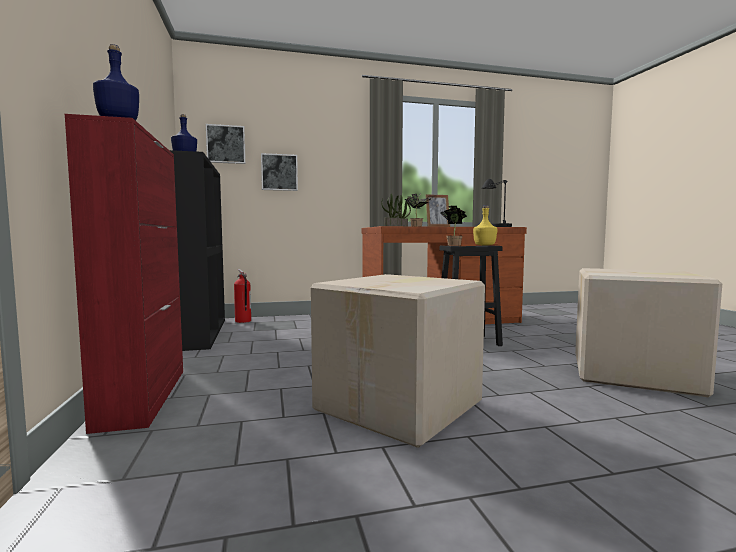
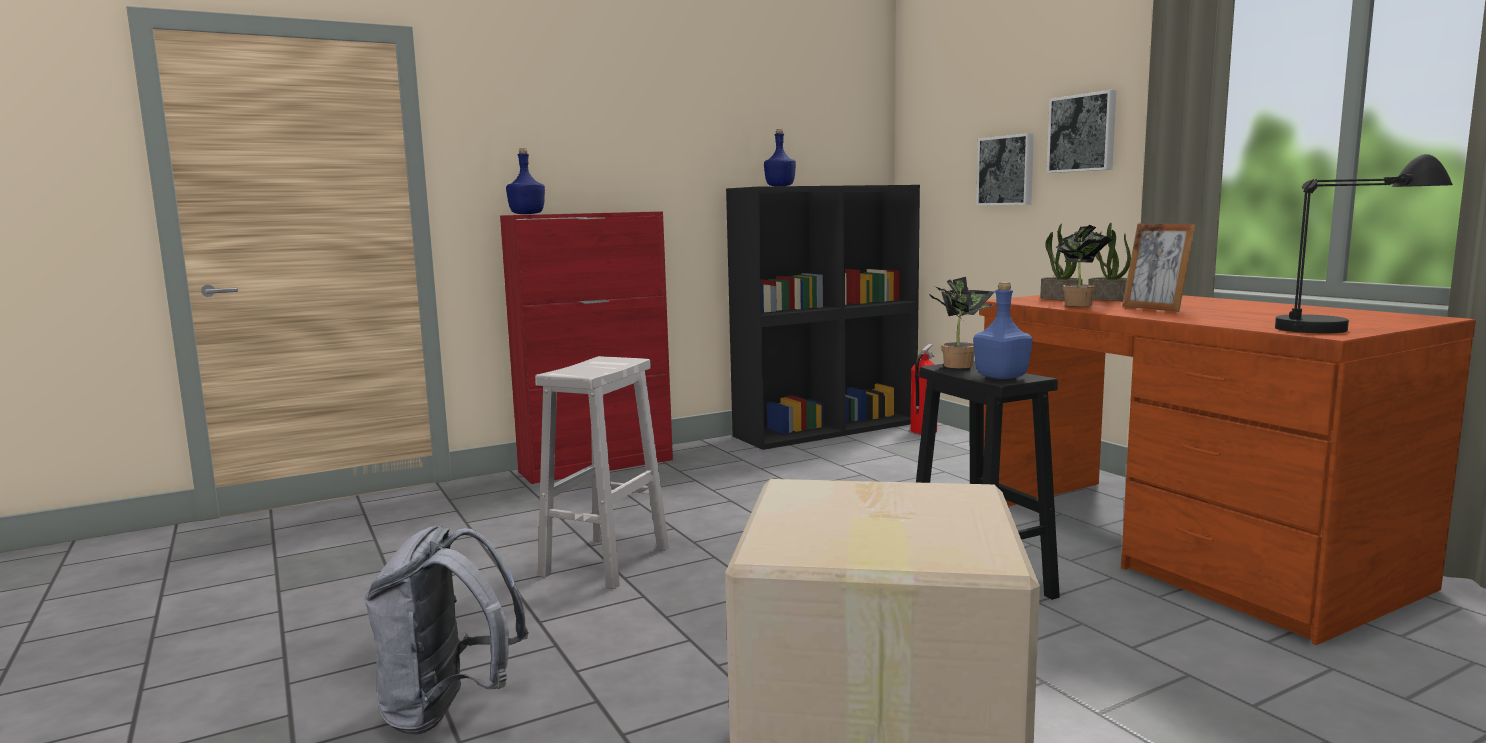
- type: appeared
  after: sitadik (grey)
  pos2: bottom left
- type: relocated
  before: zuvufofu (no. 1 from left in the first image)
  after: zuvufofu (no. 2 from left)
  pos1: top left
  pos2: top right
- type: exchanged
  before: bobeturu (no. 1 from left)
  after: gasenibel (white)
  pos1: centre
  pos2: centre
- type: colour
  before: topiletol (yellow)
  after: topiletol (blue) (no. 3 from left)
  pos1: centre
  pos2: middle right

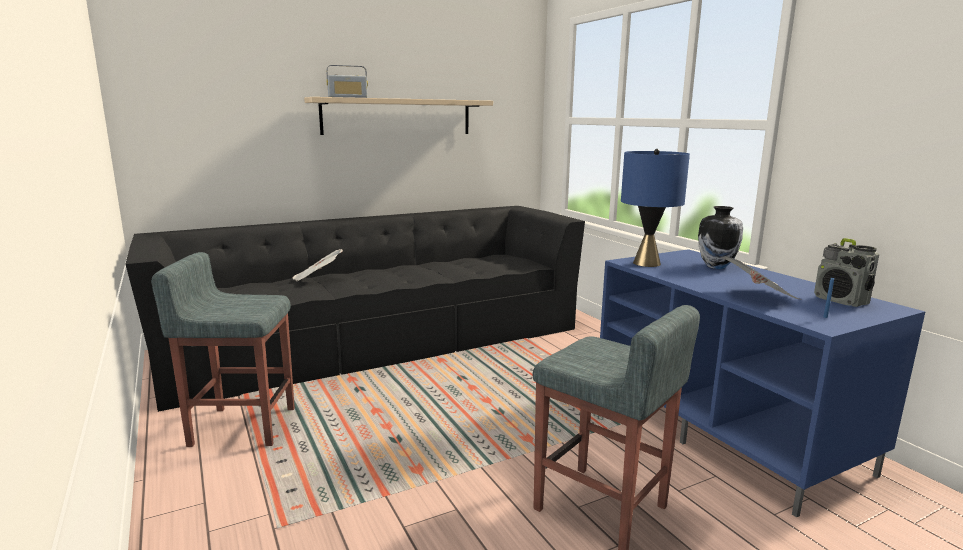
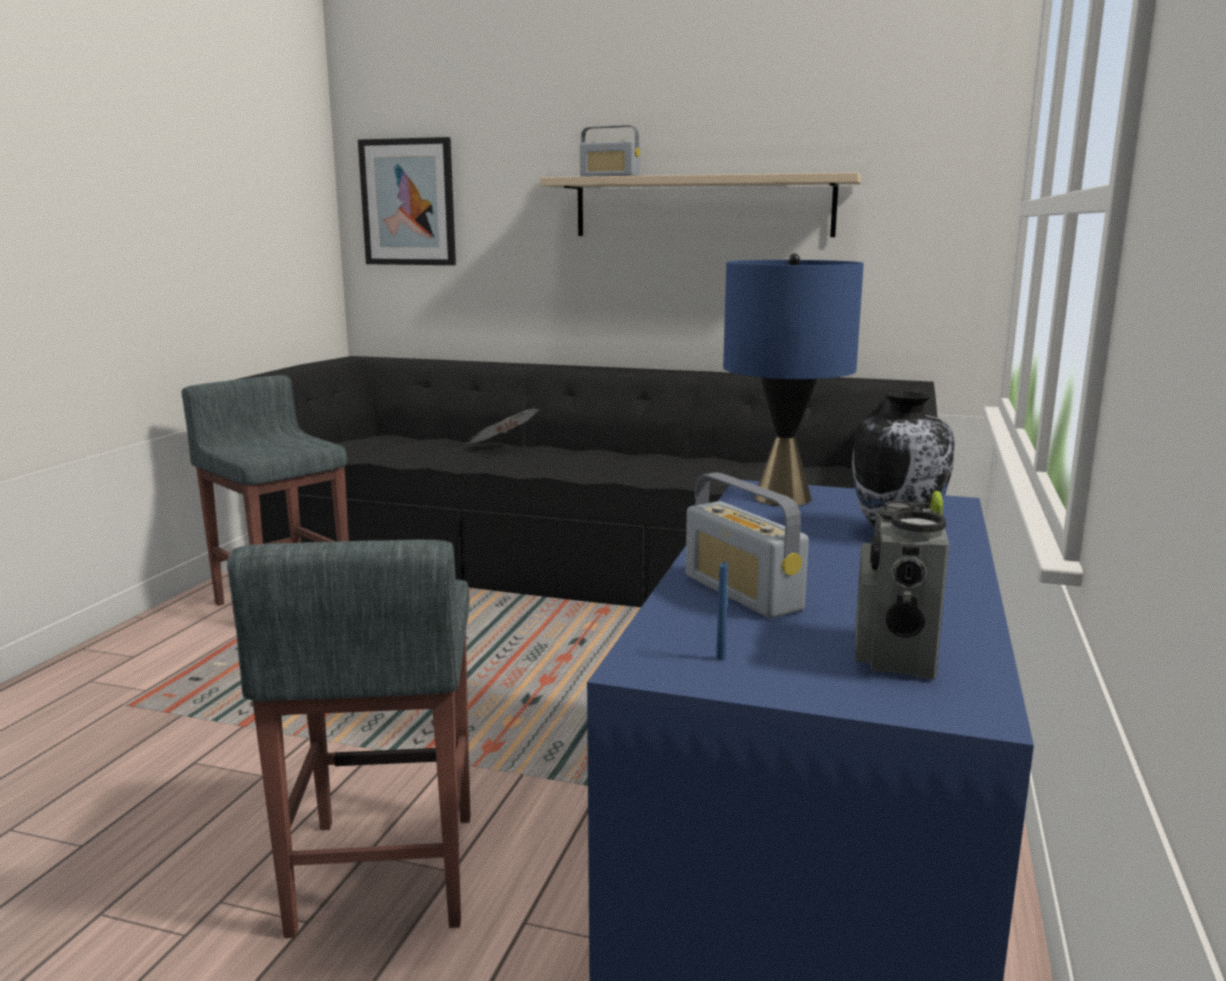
- type: appeared
  after: zuvufofu
  pos2: top left
- type: exchanged
  before: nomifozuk (no. 2 from left)
  after: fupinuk (no. 2 from left)
  pos1: middle right
  pos2: centre

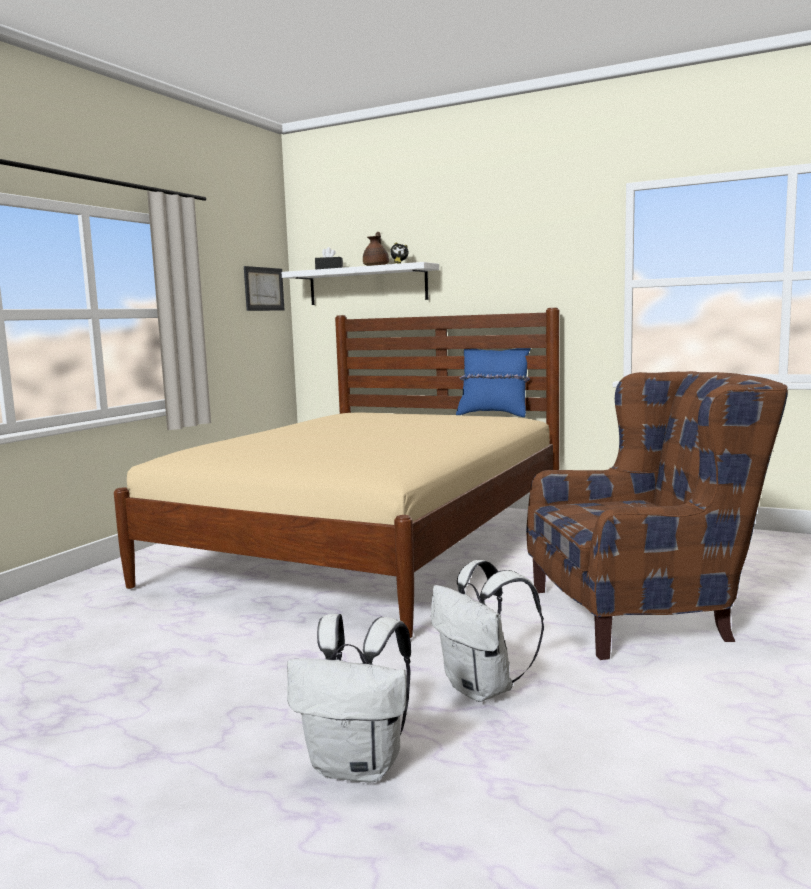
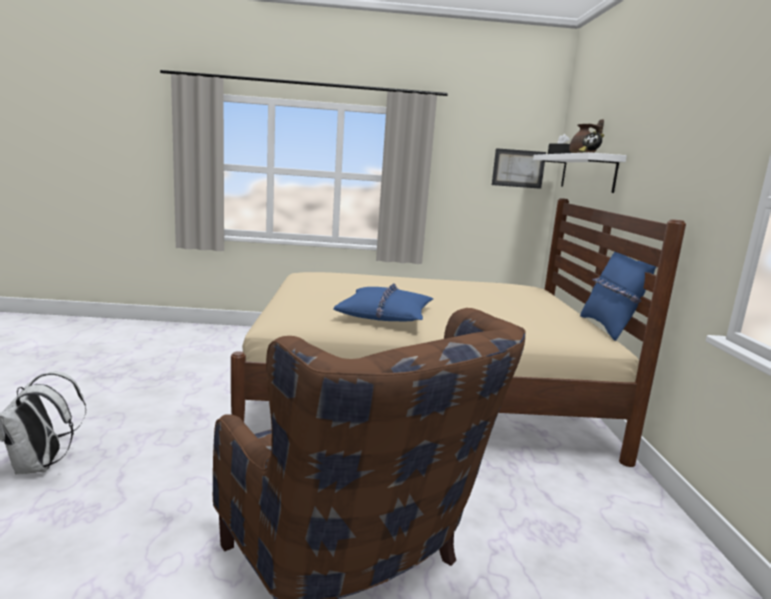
- type: missing
  before: sitadik (white) (no. 2 from left)
  pos1: bottom centre
- type: appeared
  after: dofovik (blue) (no. 1 from left)
  pos2: centre

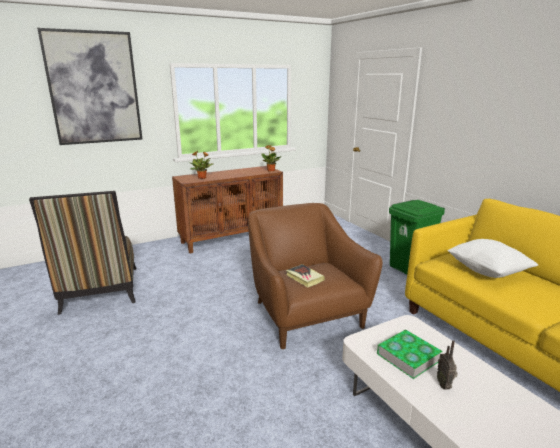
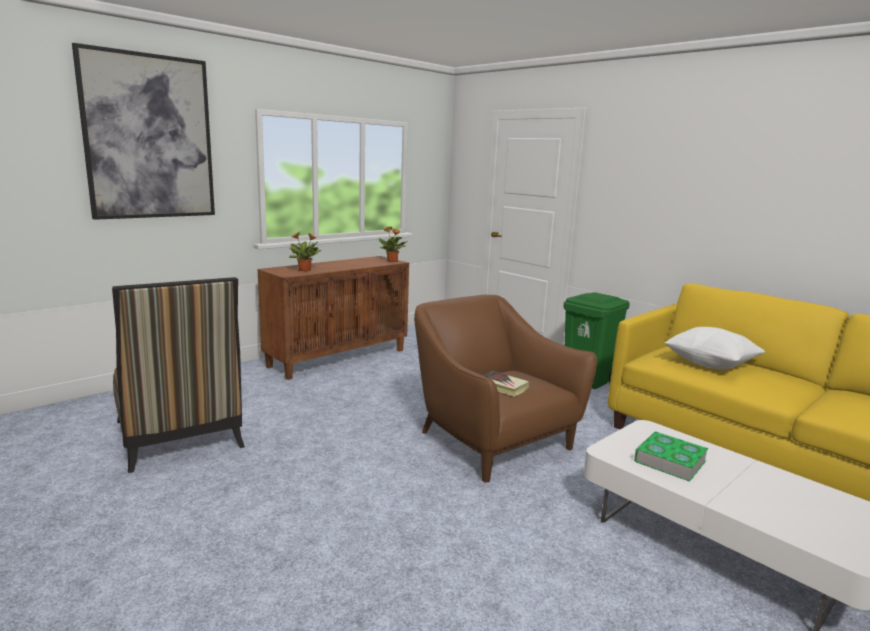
- type: missing
  before: fupinuk
  pos1: bottom right

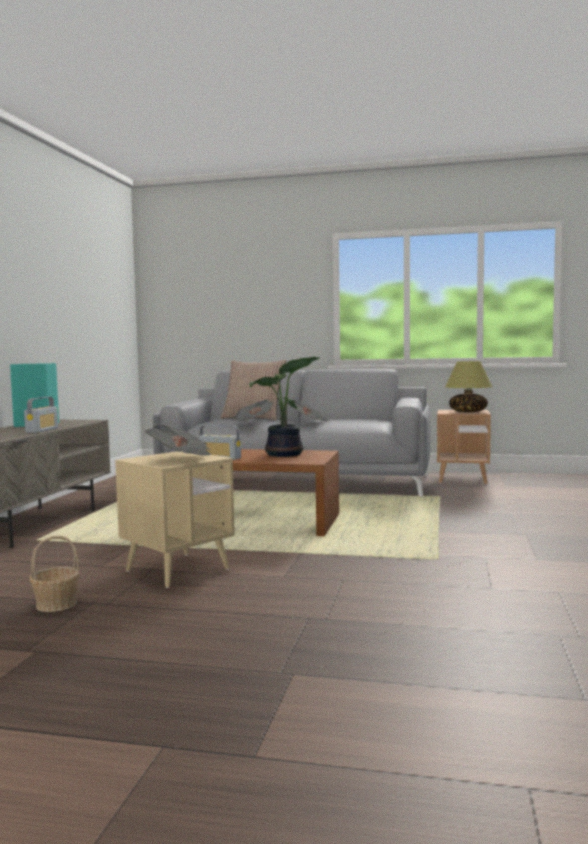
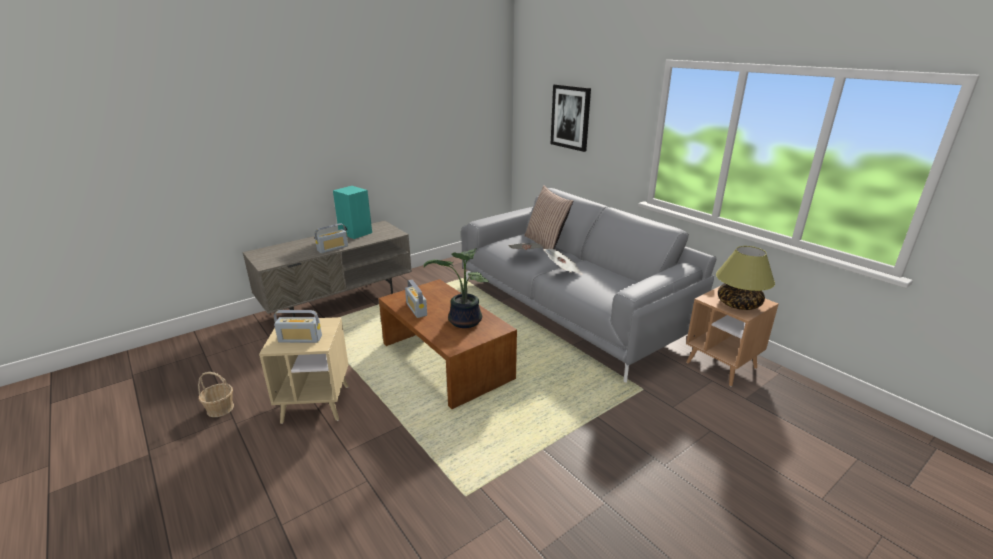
- type: appeared
  after: zuvufofu
  pos2: top centre
- type: exchanged
  before: nomifozuk (no. 1 from left)
  after: fupinuk (no. 1 from left)
  pos1: middle left
  pos2: middle left

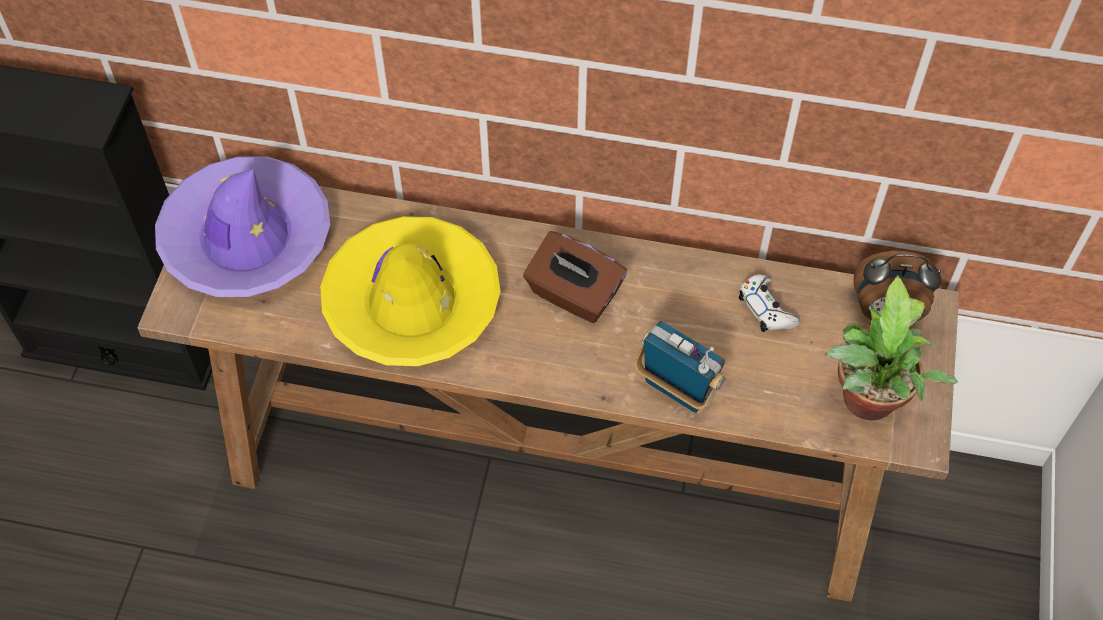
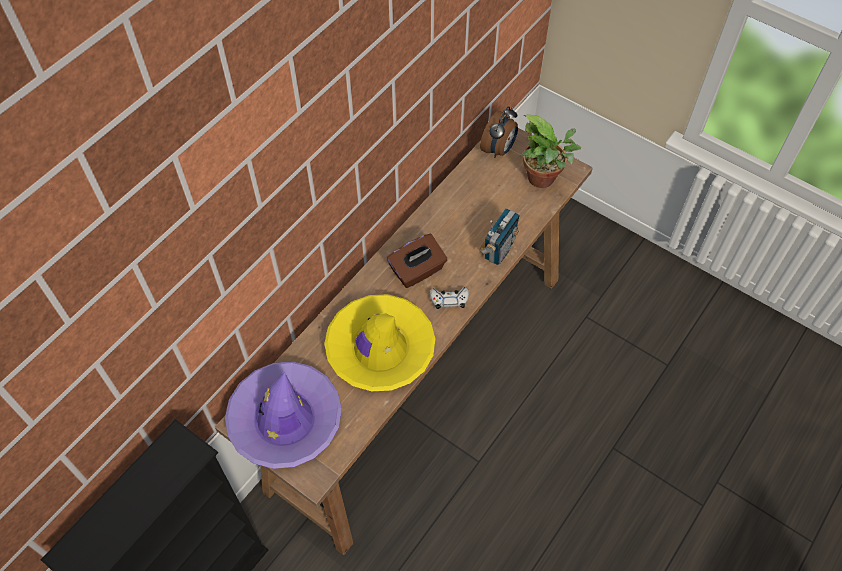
- type: relocated
  before: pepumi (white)
  pos1: middle right
  pos2: centre
- type: spun
  before: fupinuk
  pos1: centre
  pos2: centre
  turn: 150

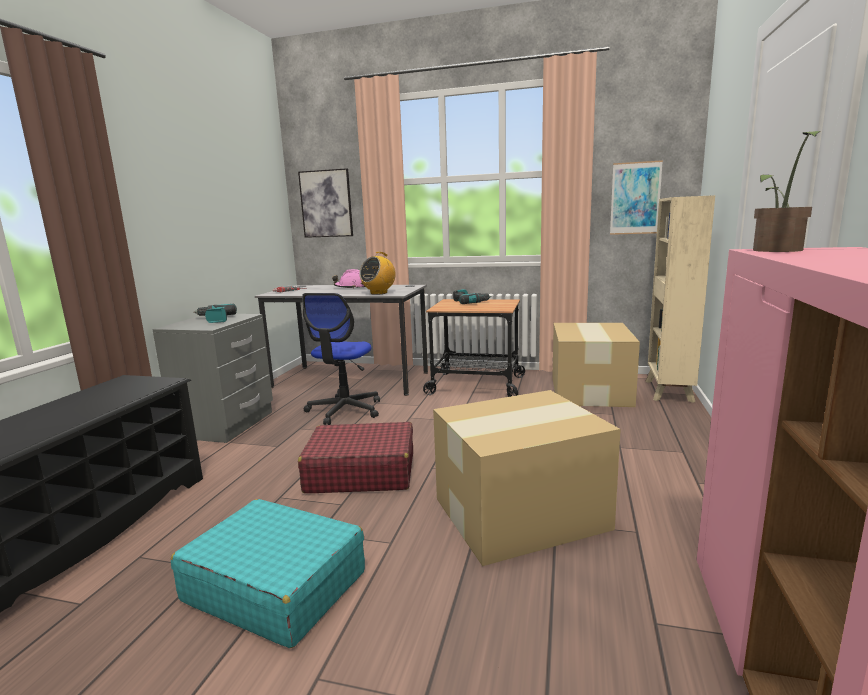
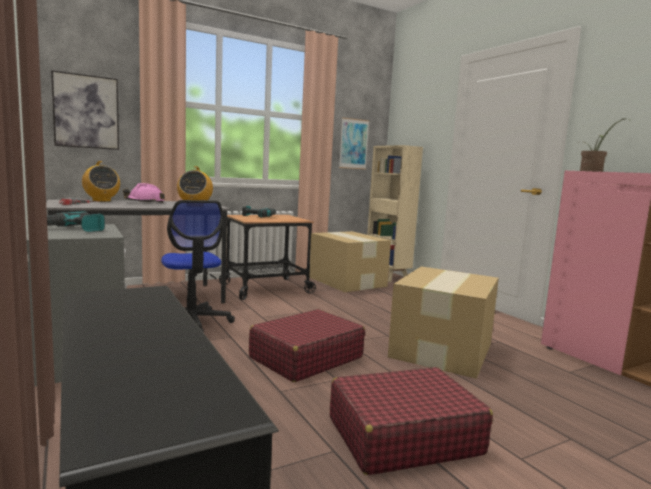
- type: appeared
  after: fupinuk (no. 1 from left)
  pos2: middle left
- type: colour
  before: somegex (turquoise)
  after: somegex (red) (no. 2 from left)
  pos1: bottom left
  pos2: bottom centre

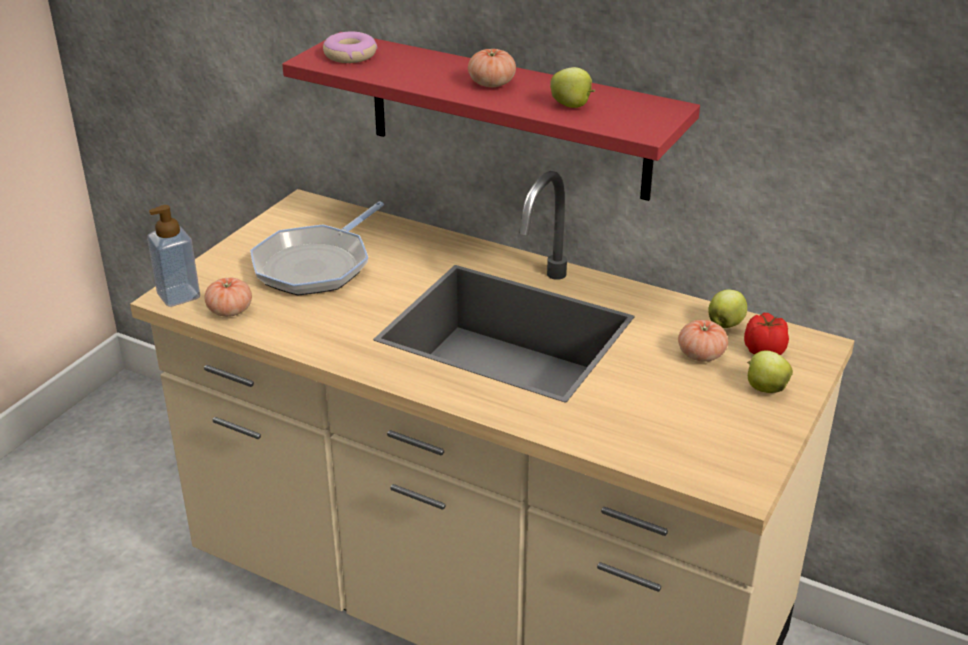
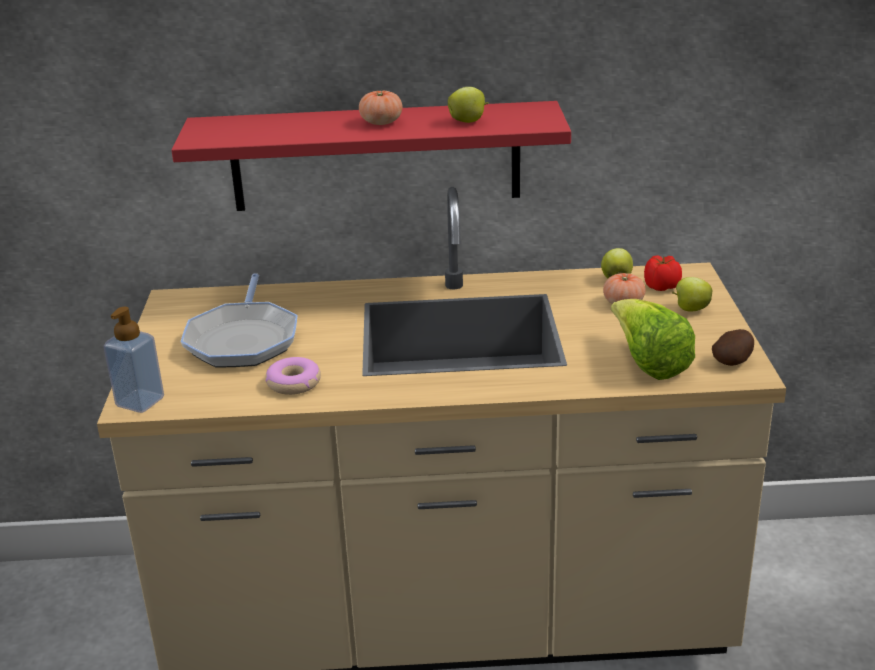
- type: missing
  before: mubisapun (no. 1 from left)
  pos1: middle left
- type: appeared
  after: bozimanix
  pos2: middle right
- type: appeared
  after: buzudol
  pos2: middle right
- type: relocated
  before: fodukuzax
  pos1: top centre
  pos2: centre

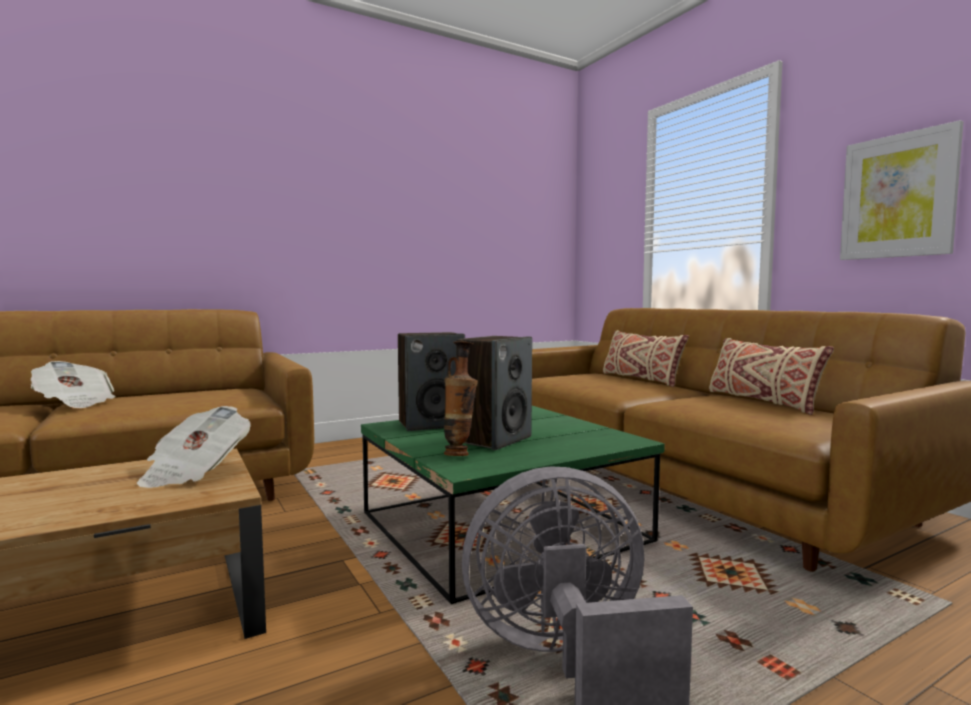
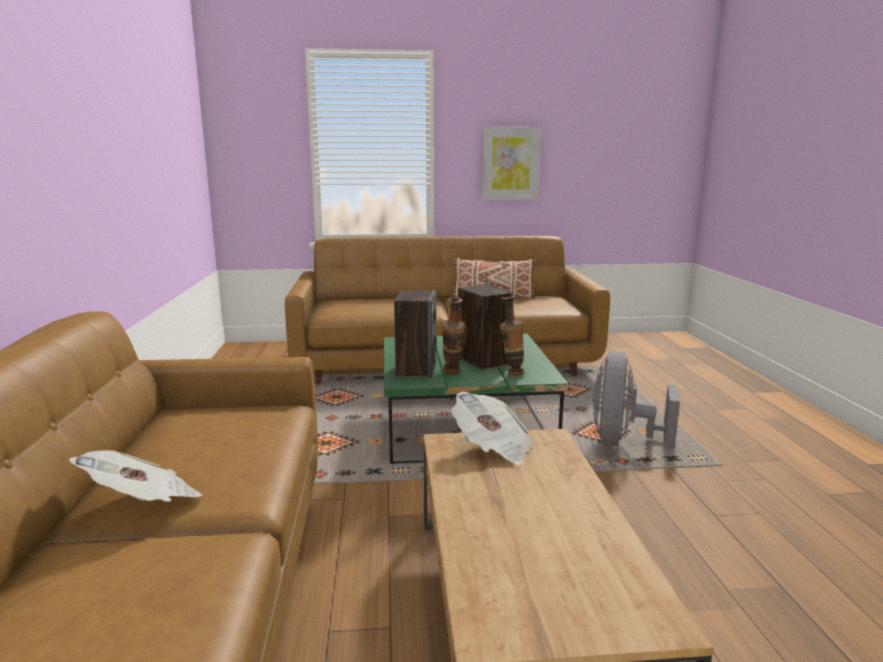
- type: missing
  before: dofovik (beige) (no. 1 from left)
  pos1: centre
- type: appeared
  after: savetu (no. 1 from left)
  pos2: centre

